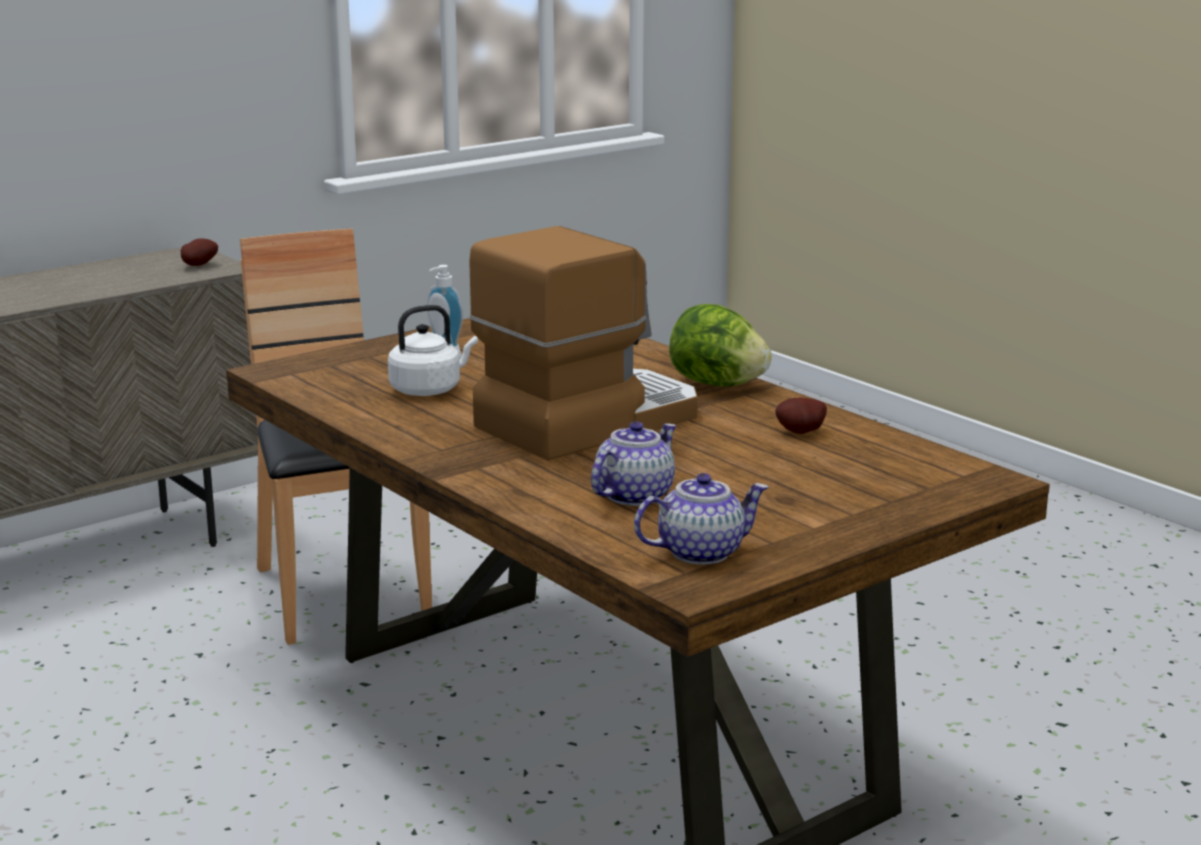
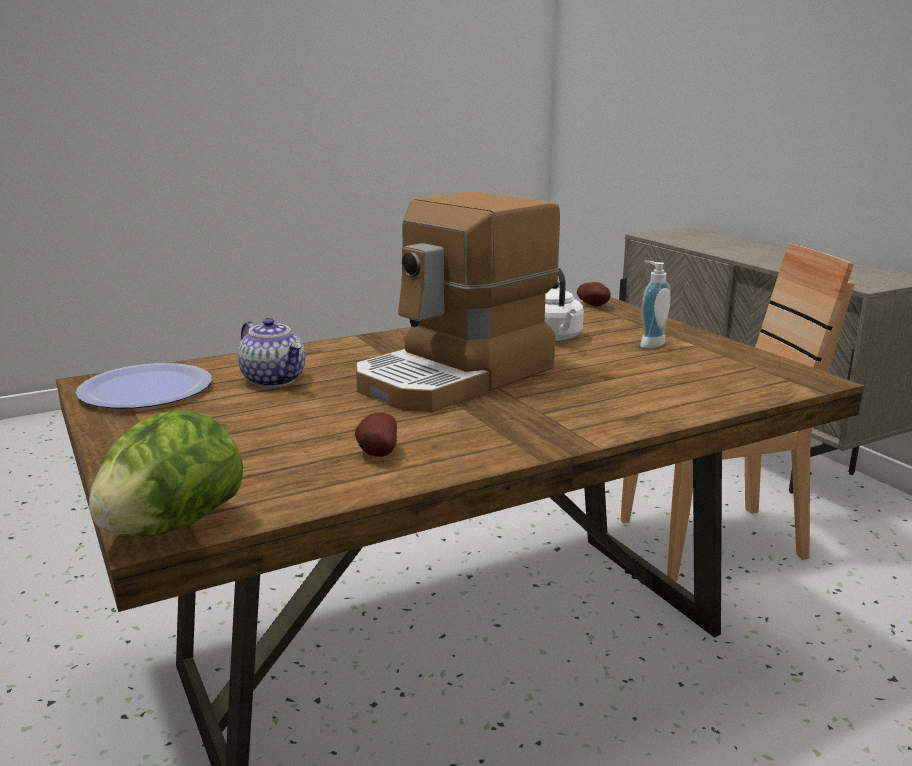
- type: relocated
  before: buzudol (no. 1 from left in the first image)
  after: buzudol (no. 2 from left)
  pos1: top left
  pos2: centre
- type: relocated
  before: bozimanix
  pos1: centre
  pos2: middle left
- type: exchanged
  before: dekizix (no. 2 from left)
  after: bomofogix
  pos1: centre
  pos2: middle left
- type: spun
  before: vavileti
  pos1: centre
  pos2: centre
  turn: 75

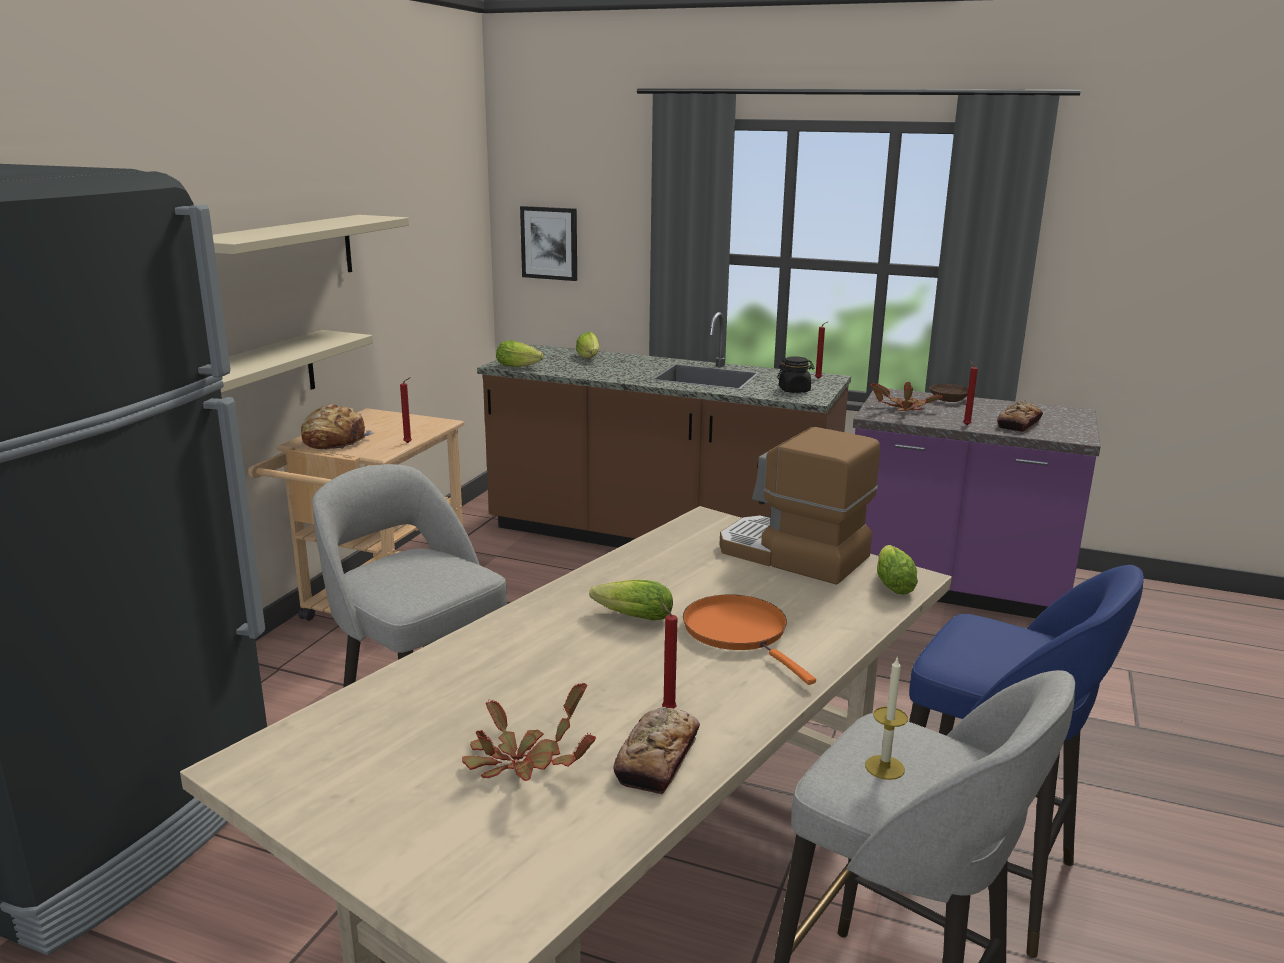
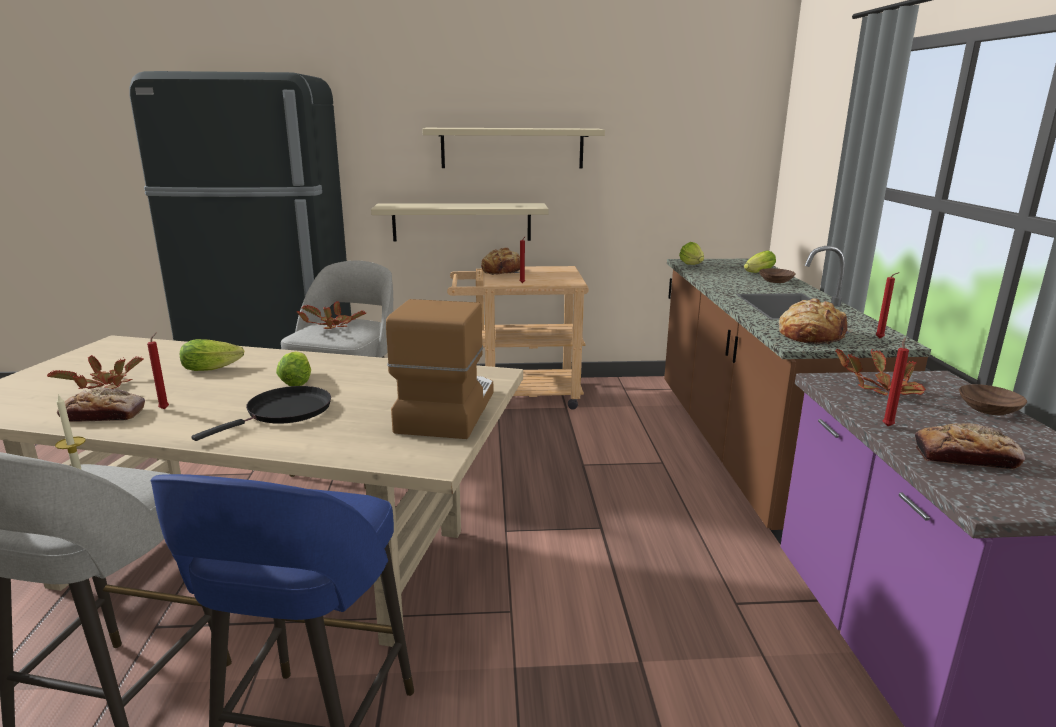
- type: missing
  before: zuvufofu
  pos1: top centre
- type: appeared
  after: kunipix (no. 2 from left)
  pos2: middle left
- type: appeared
  after: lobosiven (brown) (no. 1 from left)
  pos2: middle right
- type: relocated
  before: bozimanix (no. 4 from left in the first image)
  after: bozimanix (no. 1 from left)
  pos1: middle right
  pos2: middle left
- type: exchanged
  before: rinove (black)
  after: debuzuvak (no. 3 from left)
  pos1: centre
  pos2: middle right
- type: colour
  before: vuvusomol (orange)
  after: vuvusomol (black)
  pos1: centre
  pos2: middle left

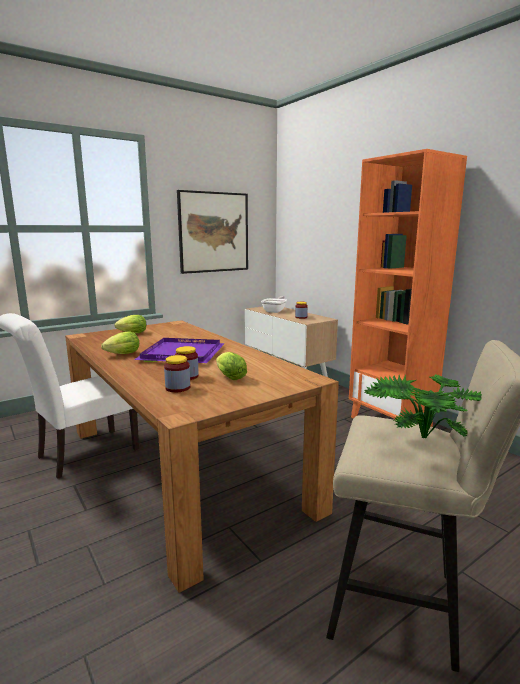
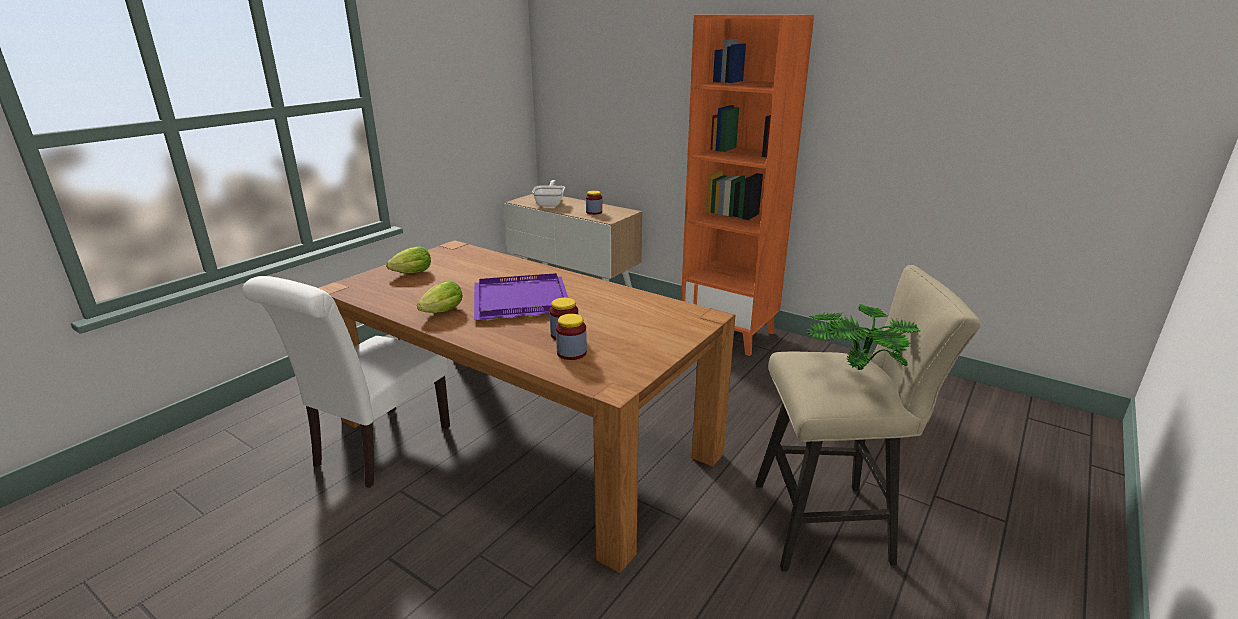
- type: missing
  before: zuvufofu
  pos1: centre
- type: missing
  before: bozimanix (no. 3 from left)
  pos1: centre

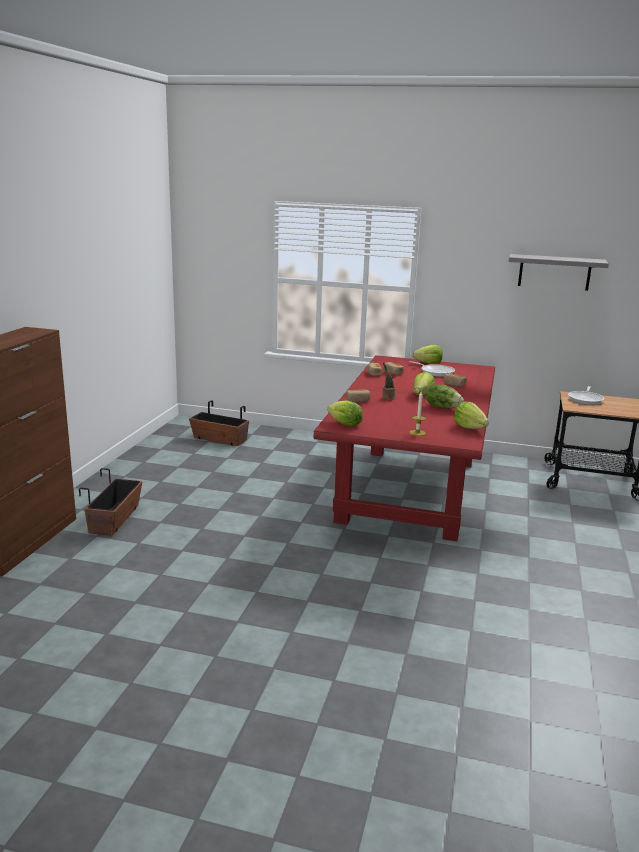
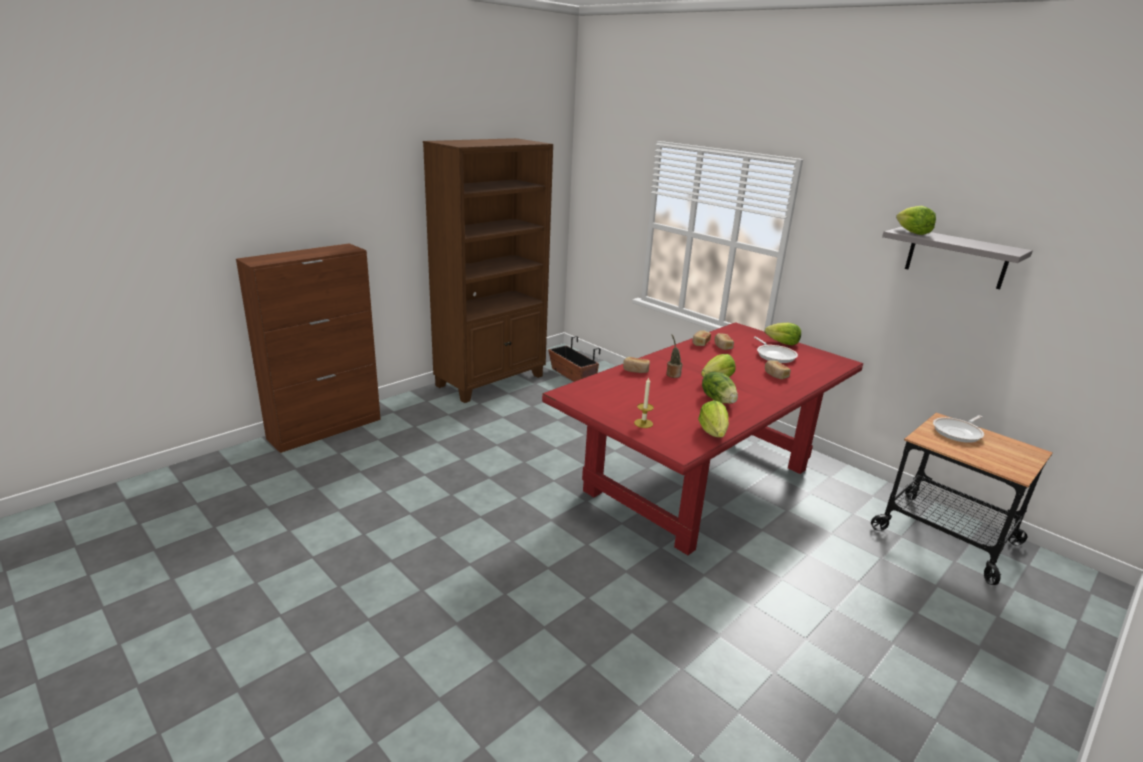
- type: missing
  before: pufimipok (no. 1 from left)
  pos1: middle left
- type: appeared
  after: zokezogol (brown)
  pos2: centre
- type: relocated
  before: bozimanix (no. 1 from left in the first image)
  after: bozimanix (no. 5 from left)
  pos1: centre
  pos2: top right

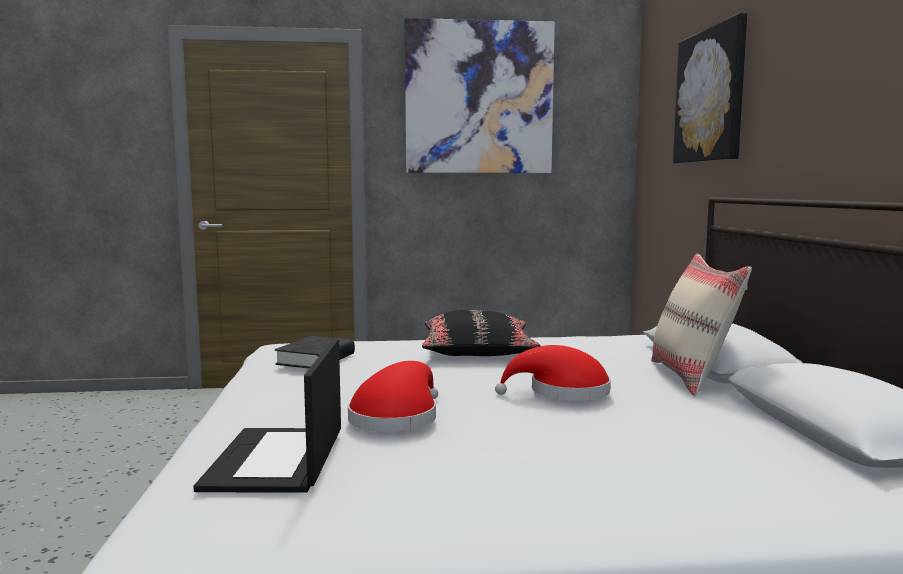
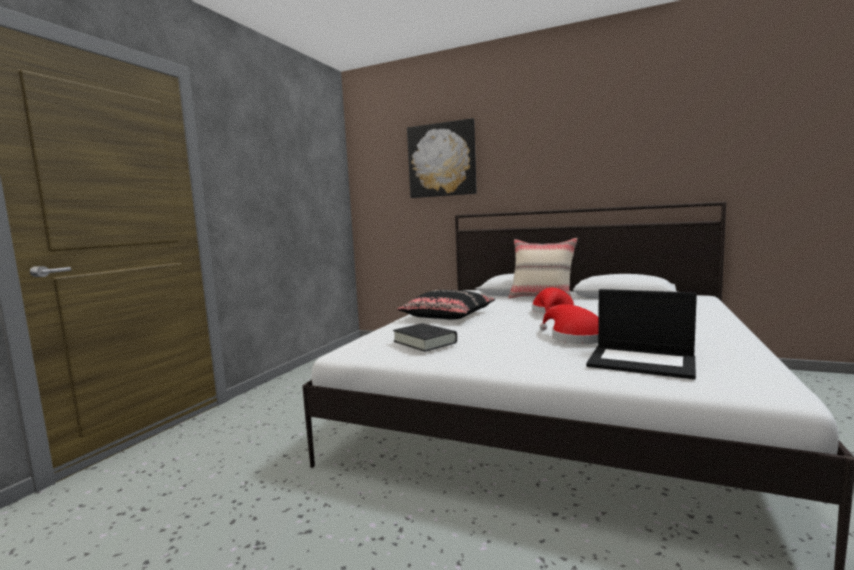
- type: missing
  before: zuvufofu (no. 1 from left)
  pos1: top centre

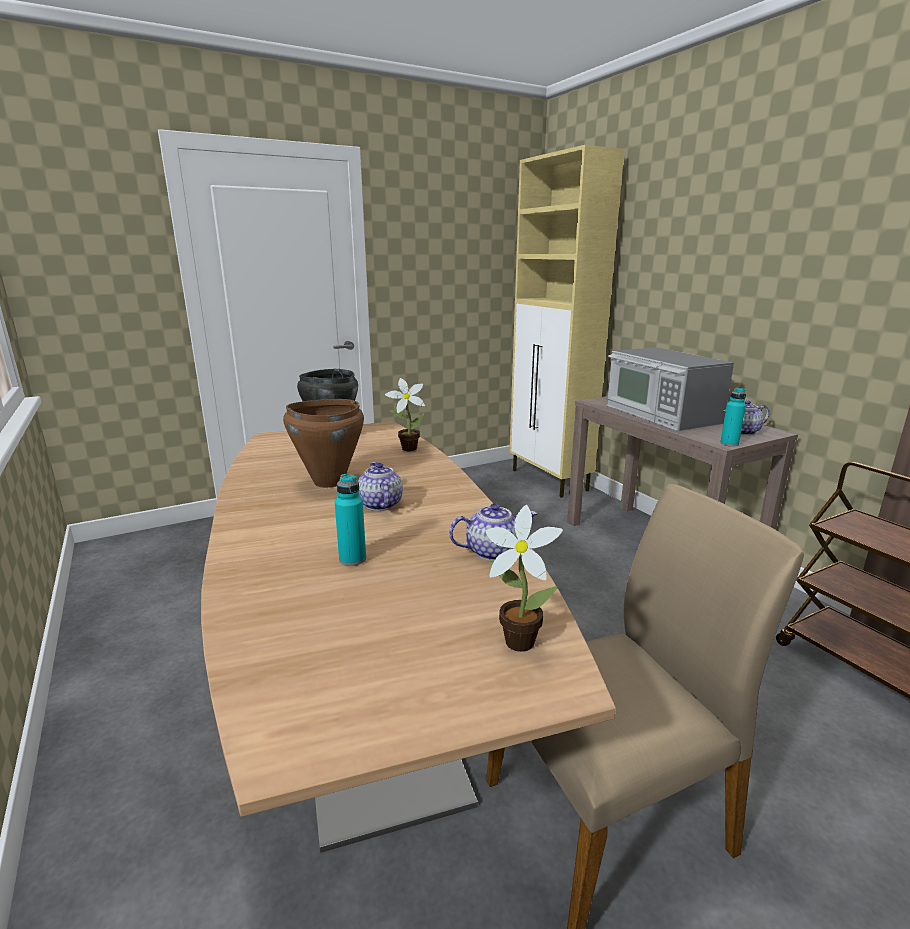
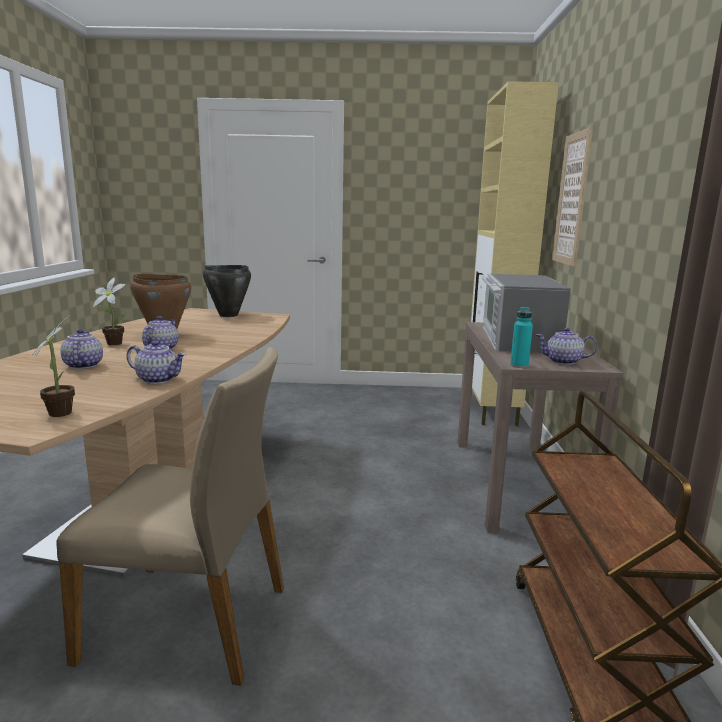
- type: appeared
  after: zuvufofu
  pos2: top right
- type: relocated
  before: kunipix (no. 1 from left in the first image)
  after: kunipix (no. 2 from left)
  pos1: centre
  pos2: middle left
- type: exchanged
  before: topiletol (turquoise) (no. 1 from left)
  after: dekizix (no. 1 from left)
  pos1: centre
  pos2: middle left

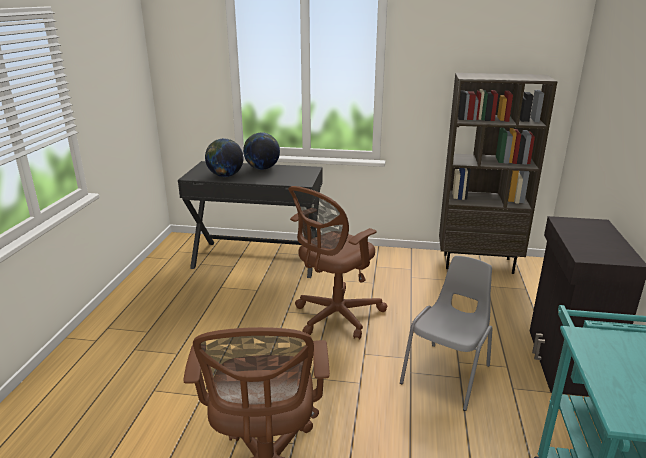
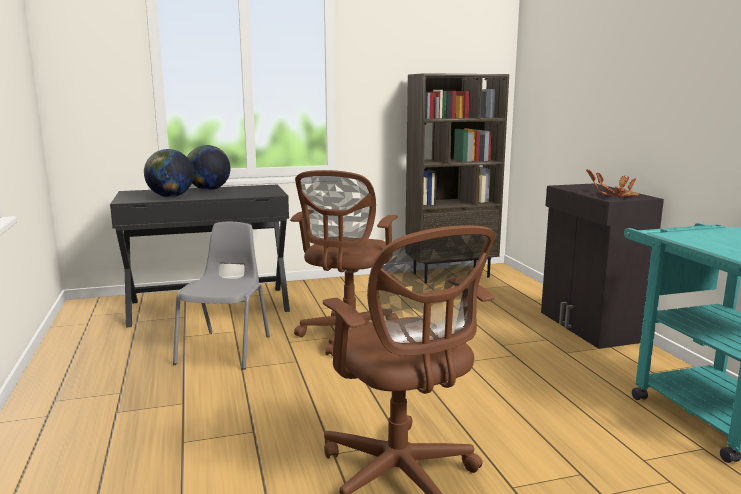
- type: appeared
  after: kunipix
  pos2: middle right
- type: relocated
  before: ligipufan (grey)
  pos1: bottom right
  pos2: middle left

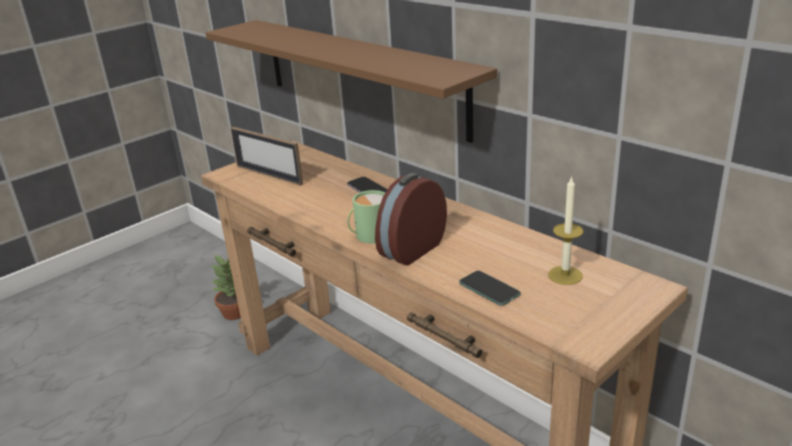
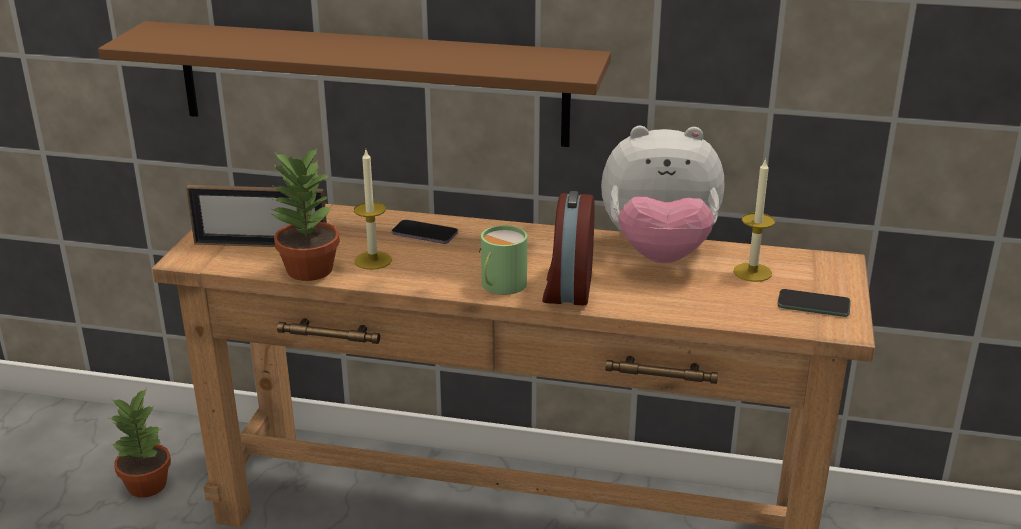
- type: appeared
  after: kunipix (no. 2 from left)
  pos2: middle left
- type: appeared
  after: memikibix (no. 1 from left)
  pos2: centre
- type: appeared
  after: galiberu
  pos2: centre
- type: relocated
  before: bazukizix (no. 2 from left)
  pos1: centre
  pos2: middle right

